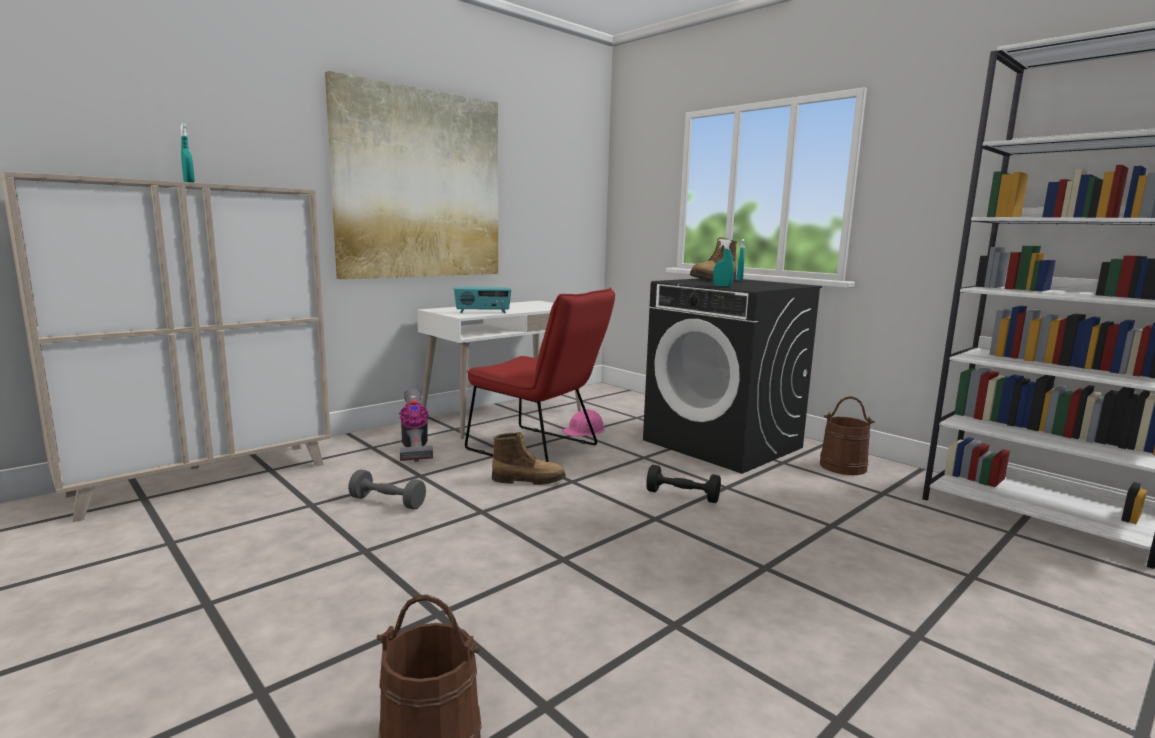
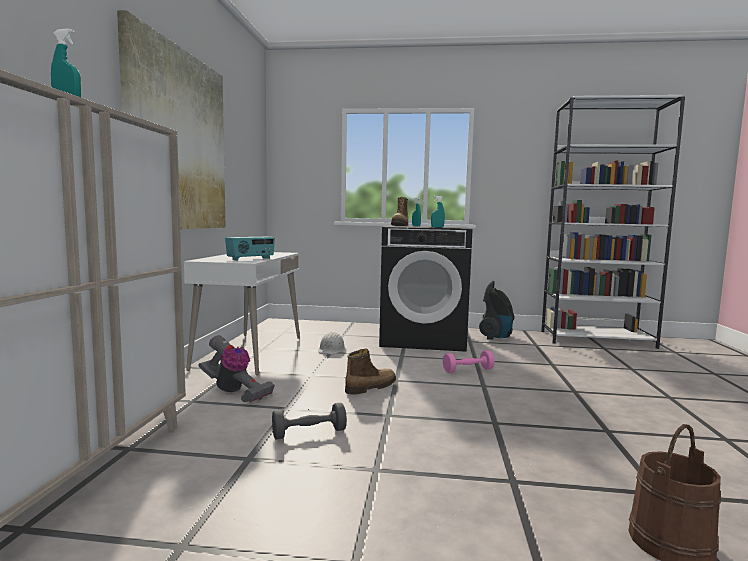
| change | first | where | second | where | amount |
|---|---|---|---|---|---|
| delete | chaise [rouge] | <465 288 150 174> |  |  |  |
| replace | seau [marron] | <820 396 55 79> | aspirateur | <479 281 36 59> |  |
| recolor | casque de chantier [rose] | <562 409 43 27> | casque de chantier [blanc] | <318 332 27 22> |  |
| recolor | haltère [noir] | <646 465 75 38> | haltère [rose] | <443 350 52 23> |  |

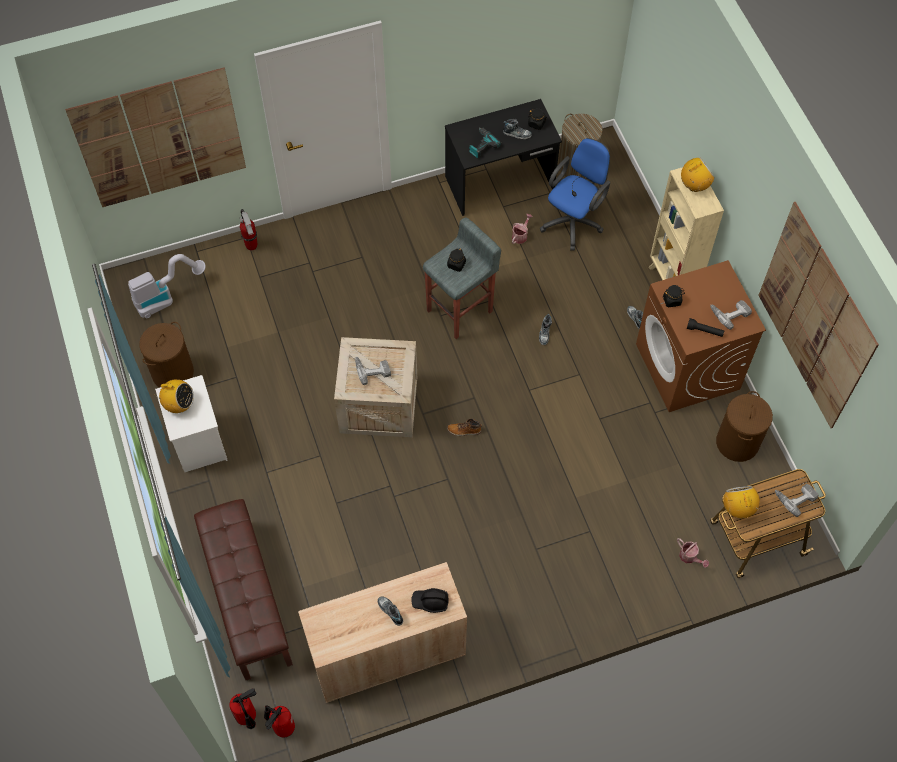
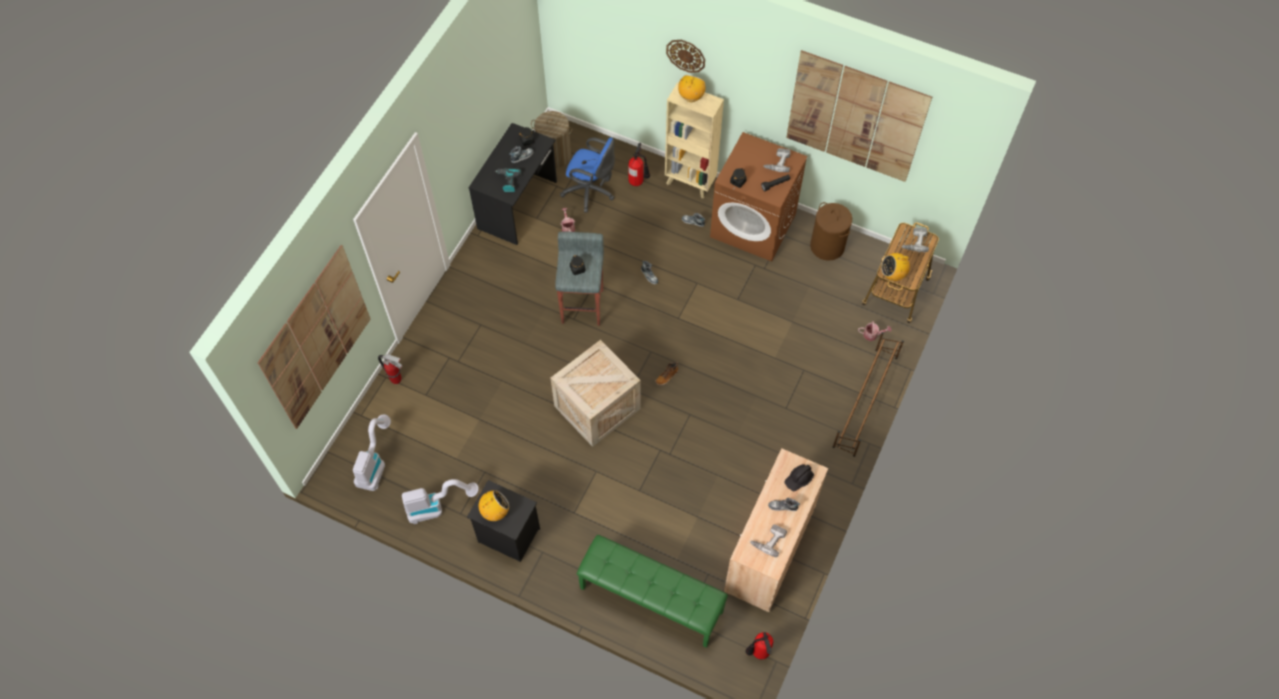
| change | first | where | second | where | amount |
|---|---|---|---|---|---|
| rotate | chaise de bureau [bleu] | <540 138 70 113> |  | <560 137 55 76> | 120 degrees clockwise |
| replace | panier à linge [marron] | <139 322 55 66> | aspirateur | <402 479 77 45> |  |
| move | perceuse | <355 357 36 28> |  | <750 525 37 32> |  |
| recolor | table de chevet [blanc] | <155 375 73 97> | table de chevet [noir] | <467 480 73 82> |  |
| rotate | radio | <723 486 37 33> |  | <881 253 29 28> | 45 degrees counterclockwise |
| recolor | banc [marron] | <194 499 99 181> | banc [vert] | <577 535 151 113> |  |
| move | extincteur | <229 688 27 41> |  | <628 143 22 43> |  |
| insert |  |  | horloge murale | <666 40 39 33> |  |
| insert |  |  | étagère à chaussures [marron] | <833 332 71 125> |  |

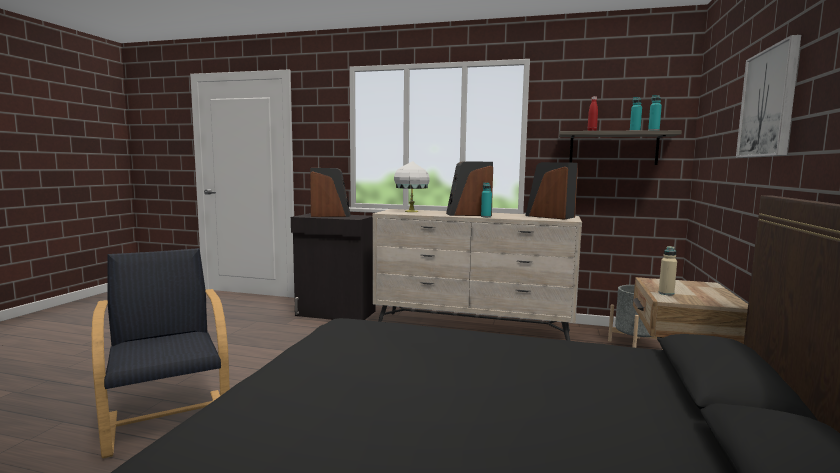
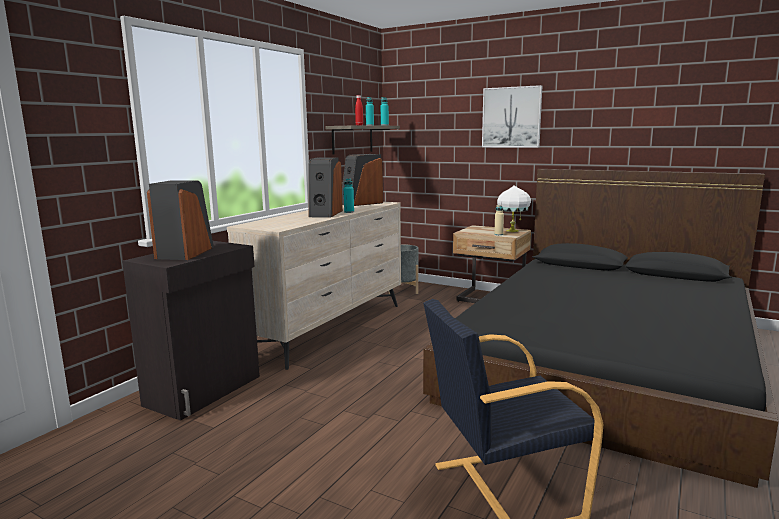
| change | first | where | second | where | amount |
|---|---|---|---|---|---|
| move | lampe de table [blanc] | <394 161 36 51> |  | <497 186 34 46> |  |

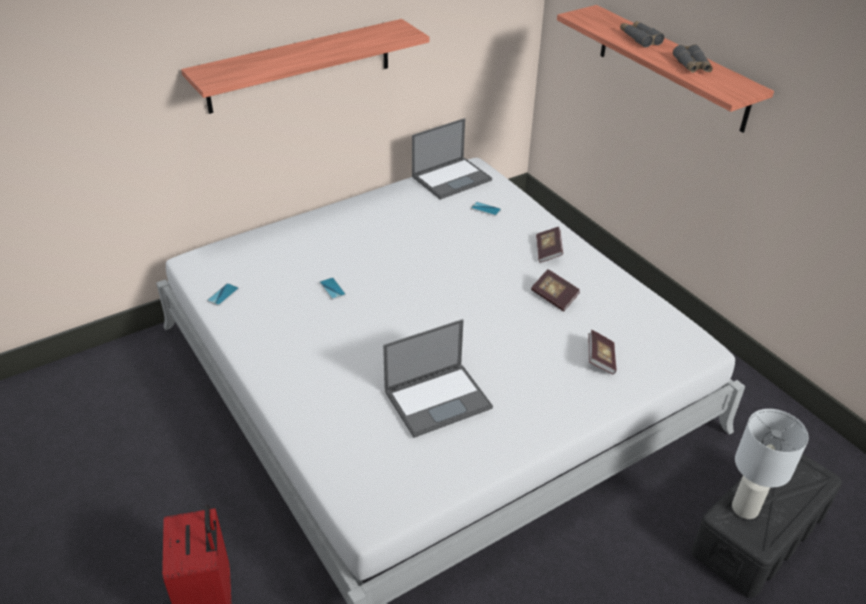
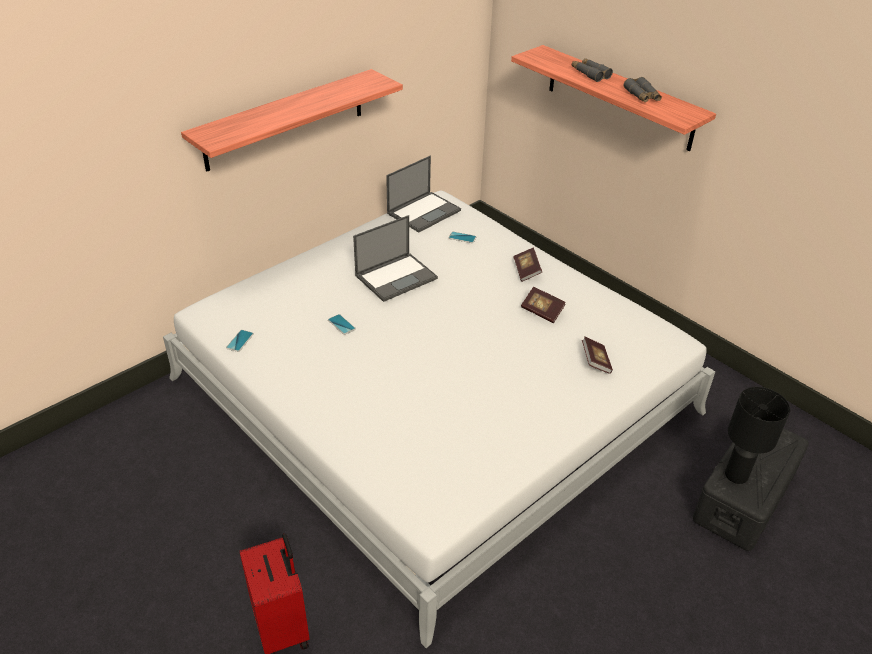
| change | first | where | second | where | amount |
|---|---|---|---|---|---|
| move | ordinateur portable | <383 319 110 119> |  | <353 215 85 87> |  |
| recolor | lampe de table [blanc] | <732 409 76 110> | lampe de table [noir] | <725 387 65 97> |  |

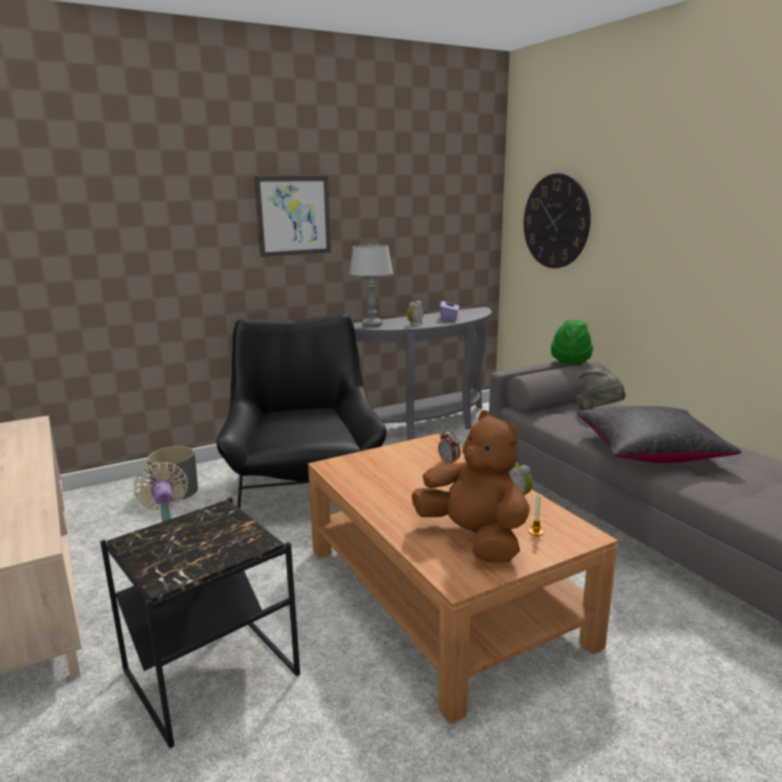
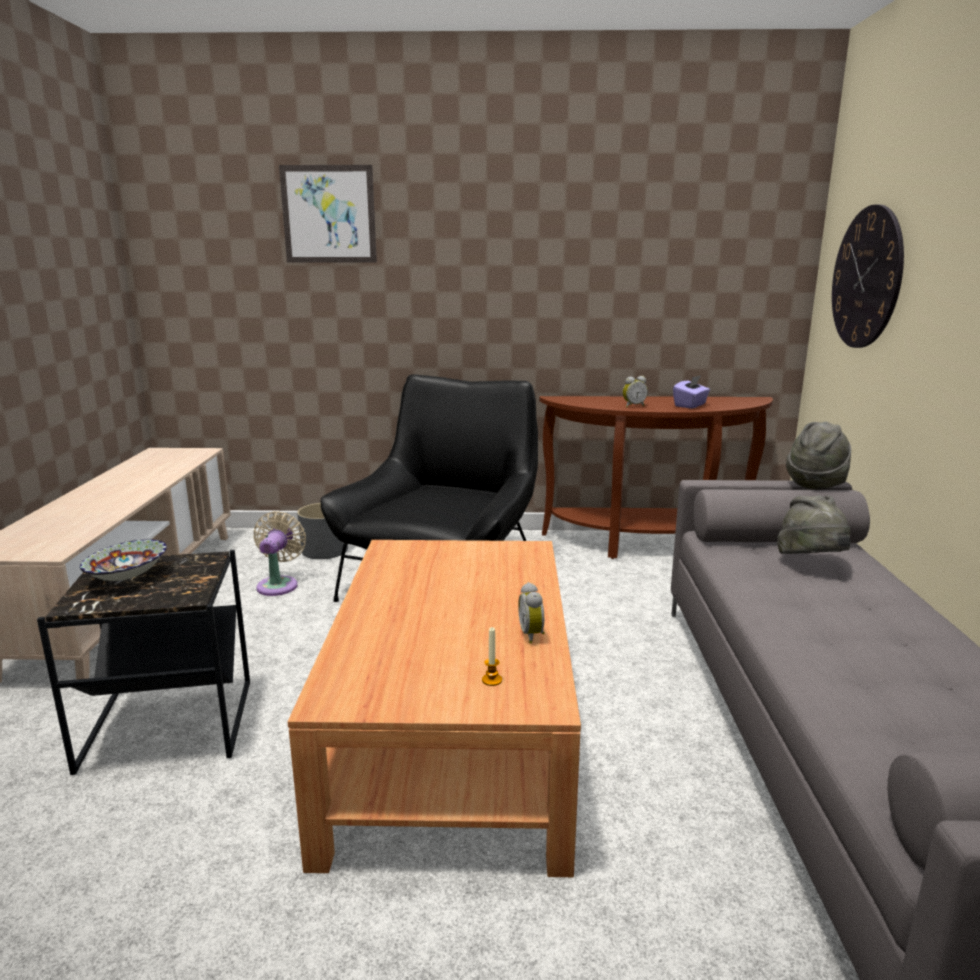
| change | first | where | second | where | amount |
|---|---|---|---|---|---|
| move | tableau | <254 176 77 81> |  | <279 165 98 98> |  |
| delete | lampe de table [gris] | <349 245 44 82> |  |  |  |
| recolor | table console [gris] | <353 307 139 134> | table console [marron] | <539 396 234 163> |  |
| recolor | chapeau [vert] | <551 319 42 46> | chapeau [gris] | <786 422 65 68> |  |
| delete | coussin [noir] | <578 406 164 57> |  |  |  |
| delete | peluche [marron] | <412 410 117 153> |  |  |  |
| delete | réveil | <438 430 23 35> |  |  |  |
| insert |  |  | bol | <80 539 87 42> |  |

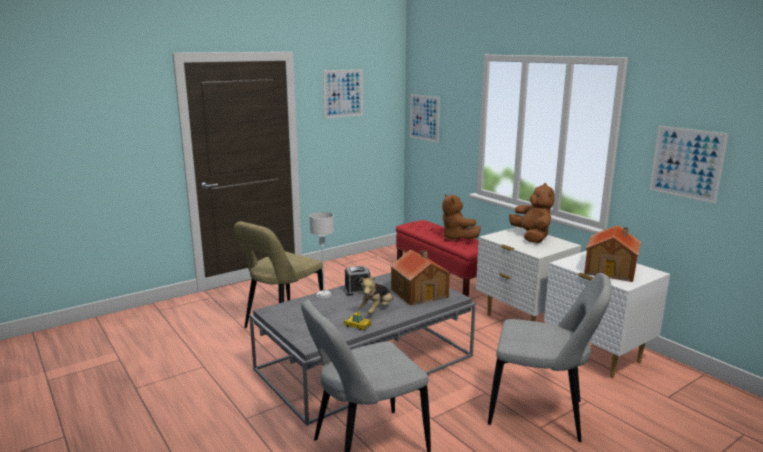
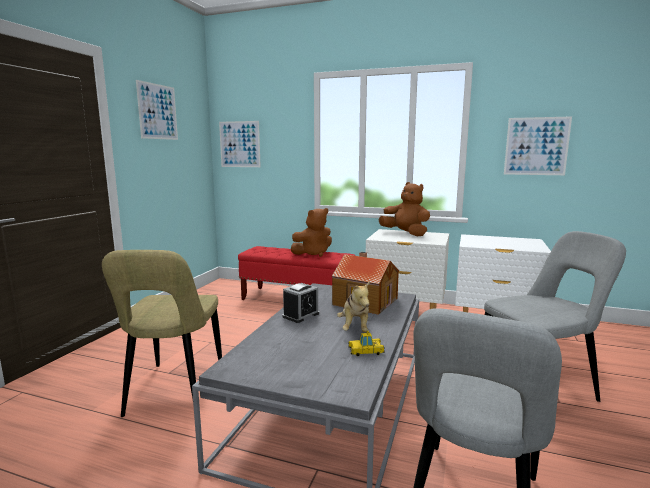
| change | first | where | second | where | amount |
|---|---|---|---|---|---|
| rotate | peluche [marron] | <442 194 39 47> |  | <291 208 41 49> | 60 degrees counterclockwise |
| delete | lampe de table [gris] | <309 212 25 86> |  |  |  |
| delete | maison miniature | <584 225 57 57> |  |  |  |

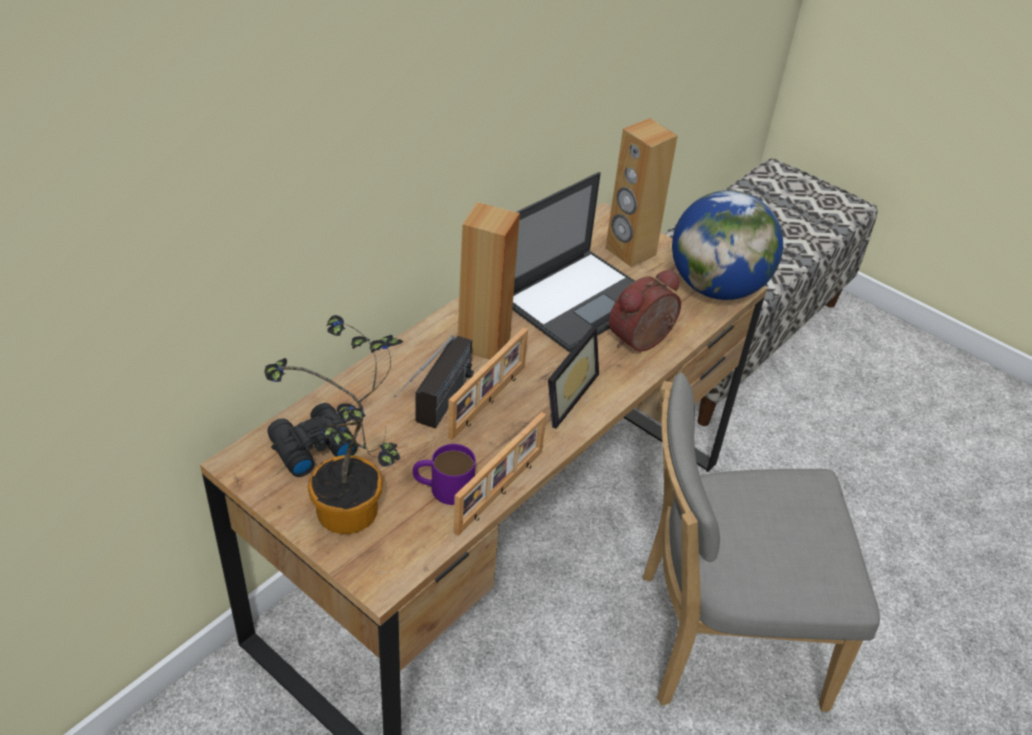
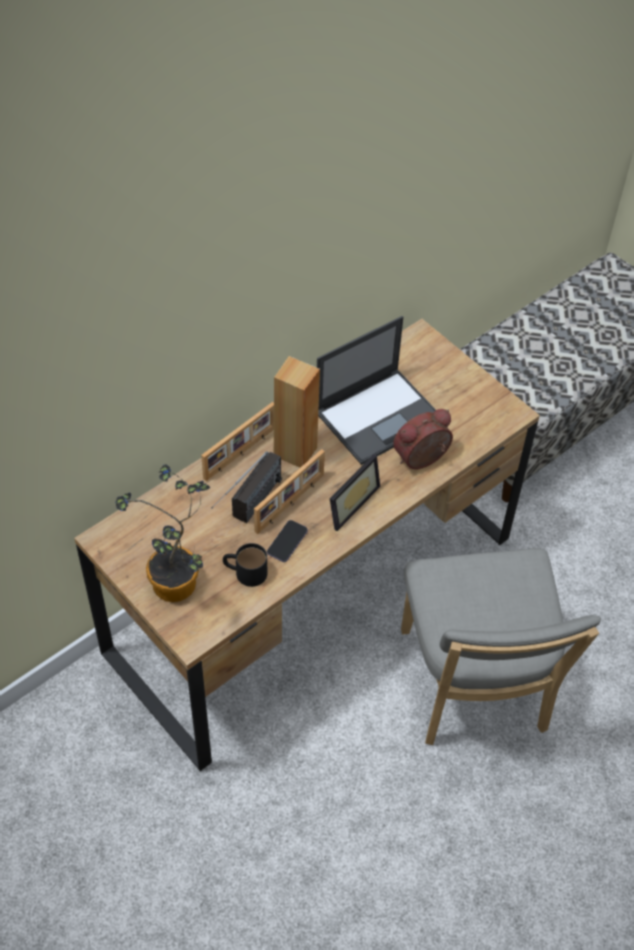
| change | first | where | second | where | amount |
|---|---|---|---|---|---|
| delete | enceinte [marron] | <605 118 73 149> |  |  |  |
| delete | globe | <672 190 111 110> |  |  |  |
| rotate | chaise [gris] | <643 373 237 339> |  | <401 548 200 197> | 105 degrees counterclockwise |
| delete | jumelles [noir] | <267 403 91 74> |  |  |  |
| move | cadre photo | <453 412 93 124> |  | <201 402 73 79> |  |
| recolor | mug [violet] | <413 444 63 61> | mug [noir] | <223 543 44 44> |  |
| insert |  |  | téléphone | <267 520 41 42> |  |

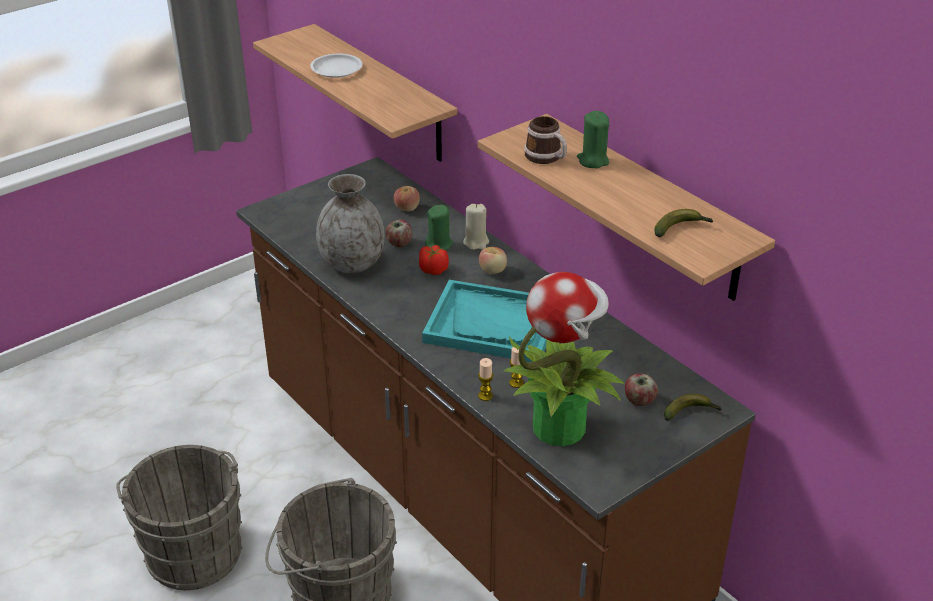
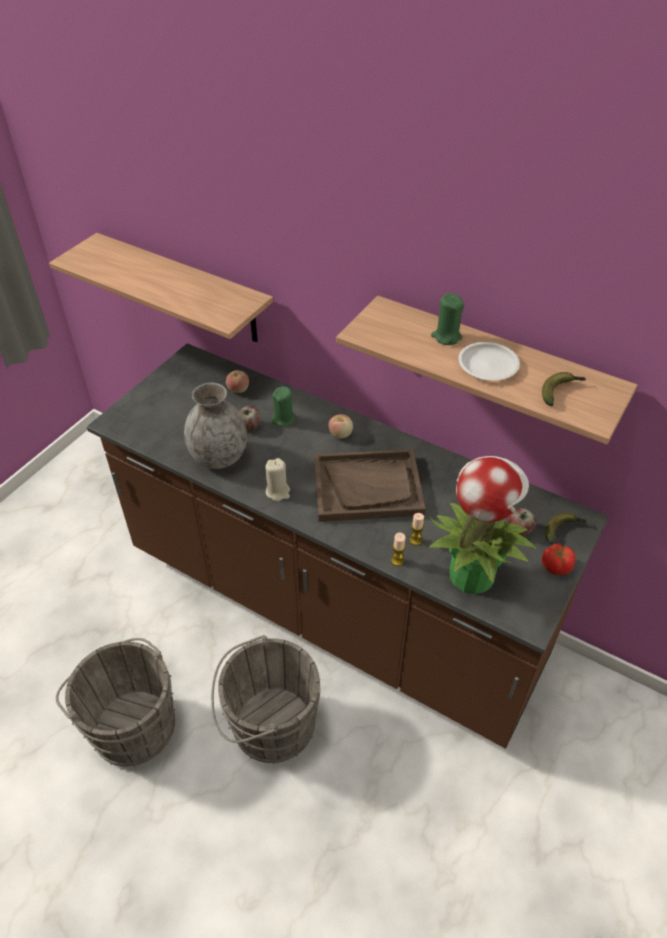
| change | first | where | second | where | amount |
|---|---|---|---|---|---|
| move | assiette [blanc] | <310 54 53 24> |  | <458 342 62 38> |  |
| delete | mug | <524 116 43 48> |  |  |  |
| move | bougie [beige] | <463 204 26 46> |  | <265 458 25 44> |  |
| move | tomate | <419 245 30 30> |  | <542 543 34 32> |  |
| recolor | plateau [turquoise] | <422 280 124 82> | plateau [marron] | <314 449 112 73> |  |

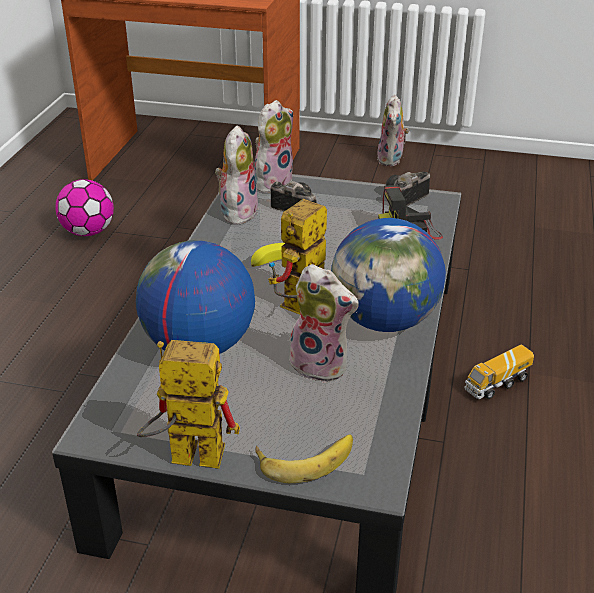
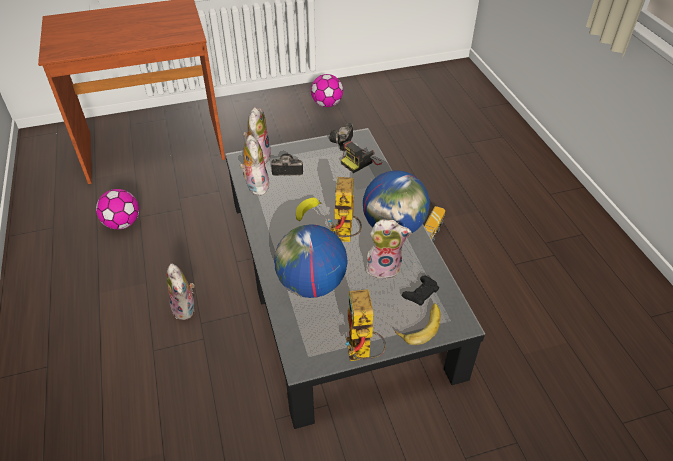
| change | first | where | second | where | amount |
|---|---|---|---|---|---|
| move | peluche | <377 94 32 72> |  | <166 264 29 56> |  |
| rotate | robot jouet | <137 340 103 129> |  | <345 289 41 72> | 75 degrees counterclockwise |
| insert |  |  | ballon de foot | <311 74 32 33> |  |
| insert |  |  | manette [noir] | <402 275 37 31> |  |

